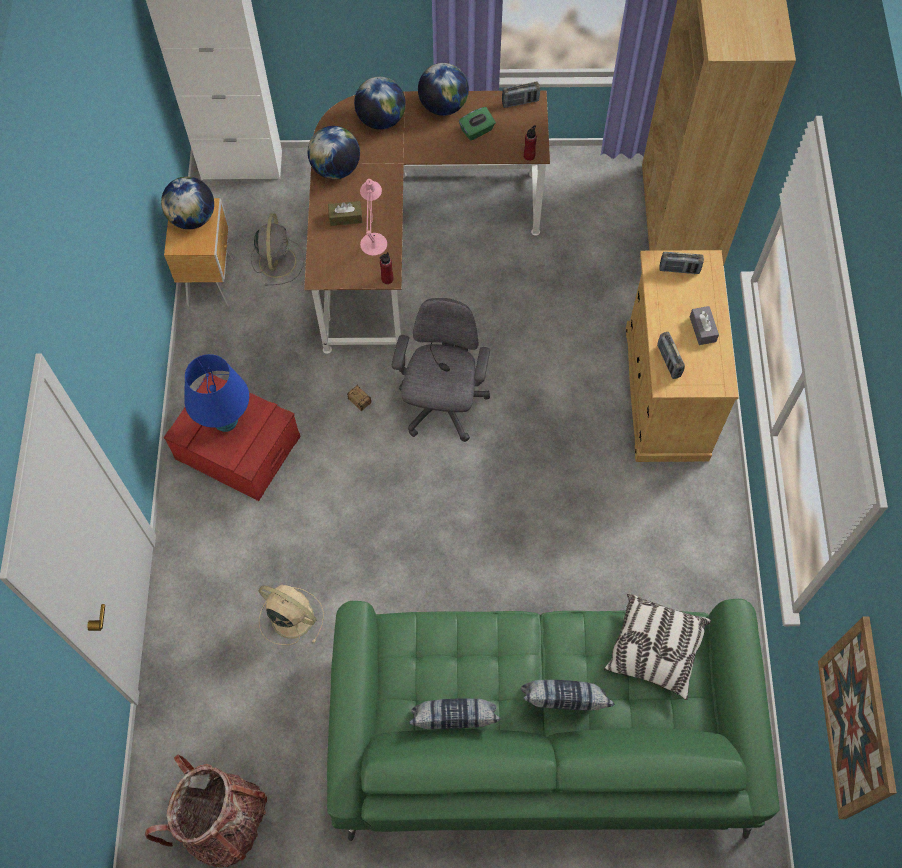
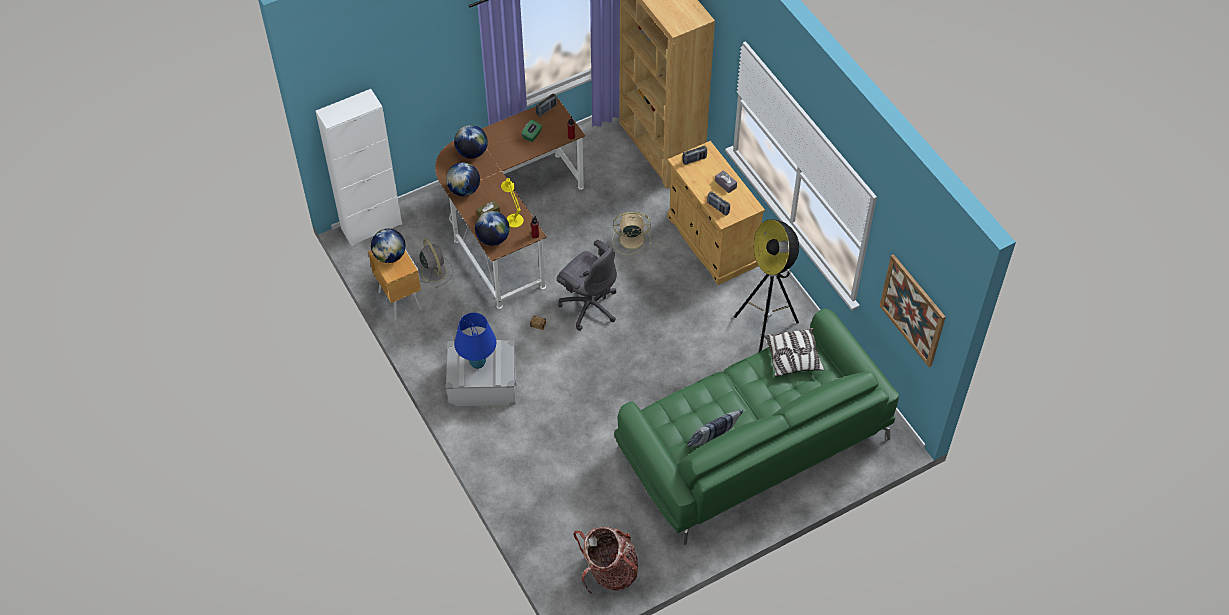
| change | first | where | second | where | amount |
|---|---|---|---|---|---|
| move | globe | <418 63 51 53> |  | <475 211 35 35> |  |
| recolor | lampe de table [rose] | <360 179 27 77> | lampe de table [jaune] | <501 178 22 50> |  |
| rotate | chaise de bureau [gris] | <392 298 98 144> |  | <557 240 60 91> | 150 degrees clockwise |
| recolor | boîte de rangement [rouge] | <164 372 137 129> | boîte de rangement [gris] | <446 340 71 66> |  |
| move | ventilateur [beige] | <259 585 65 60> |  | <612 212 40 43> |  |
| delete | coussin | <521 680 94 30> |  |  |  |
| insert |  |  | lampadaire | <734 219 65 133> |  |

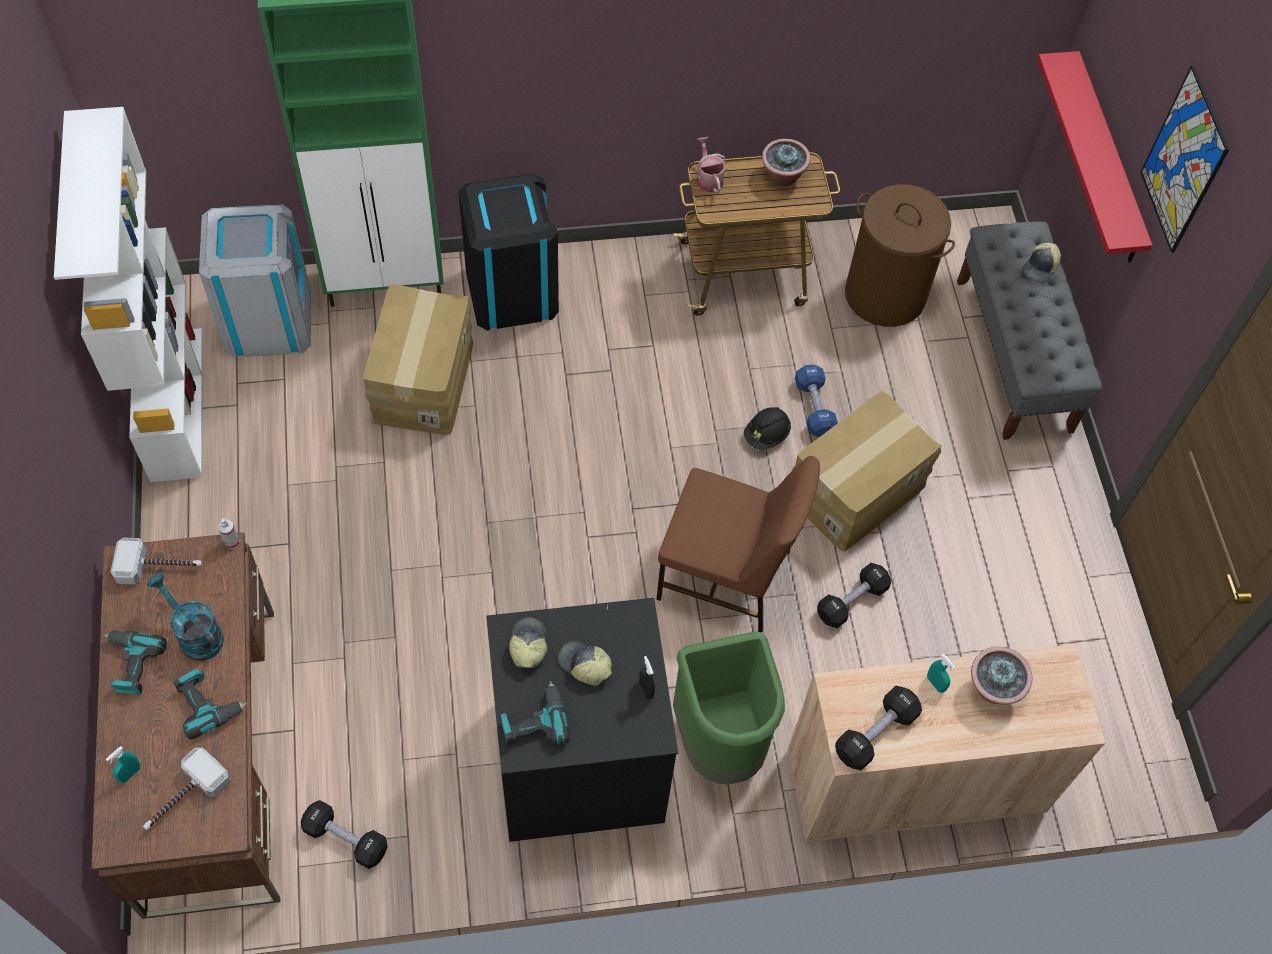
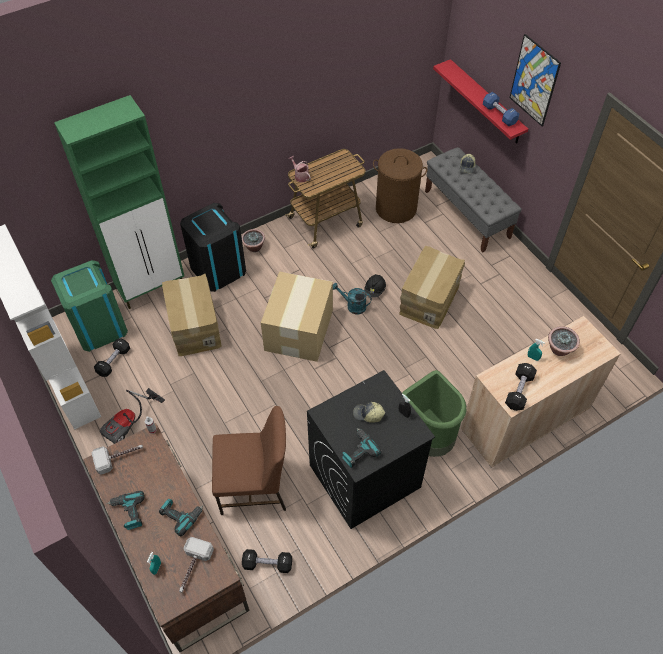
| change | first | where | second | where | amount |
|---|---|---|---|---|---|
| move | plante en pot | <762 139 49 47> |  | <241 229 24 23> |  |
| recolor | poubelle [gris] | <199 204 112 153> | poubelle [vert] | <51 260 77 92> |  |
| move | haltère [bleu] | <795 364 43 73> |  | <483 92 36 34> |  |
| move | chaise [marron] | <656 456 164 177> |  | <212 406 74 109> |  |
| move | haltère [noir] | <817 563 74 65> |  | <94 339 36 38> |  |
| move | arrosoir [turquoise] | <147 573 77 88> |  | <333 283 39 31> |  |
| delete | casquette | <509 618 38 50> |  |  |  |
| insert |  |  | carton | <261 271 72 91> |  |
| insert |  |  | aspirateur | <100 388 65 56> |  |

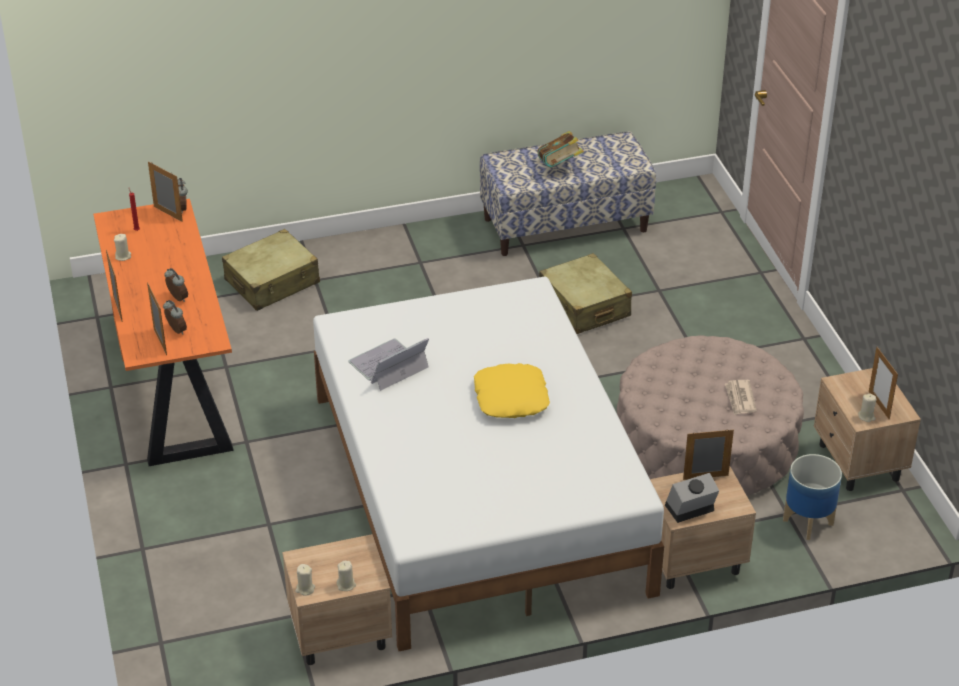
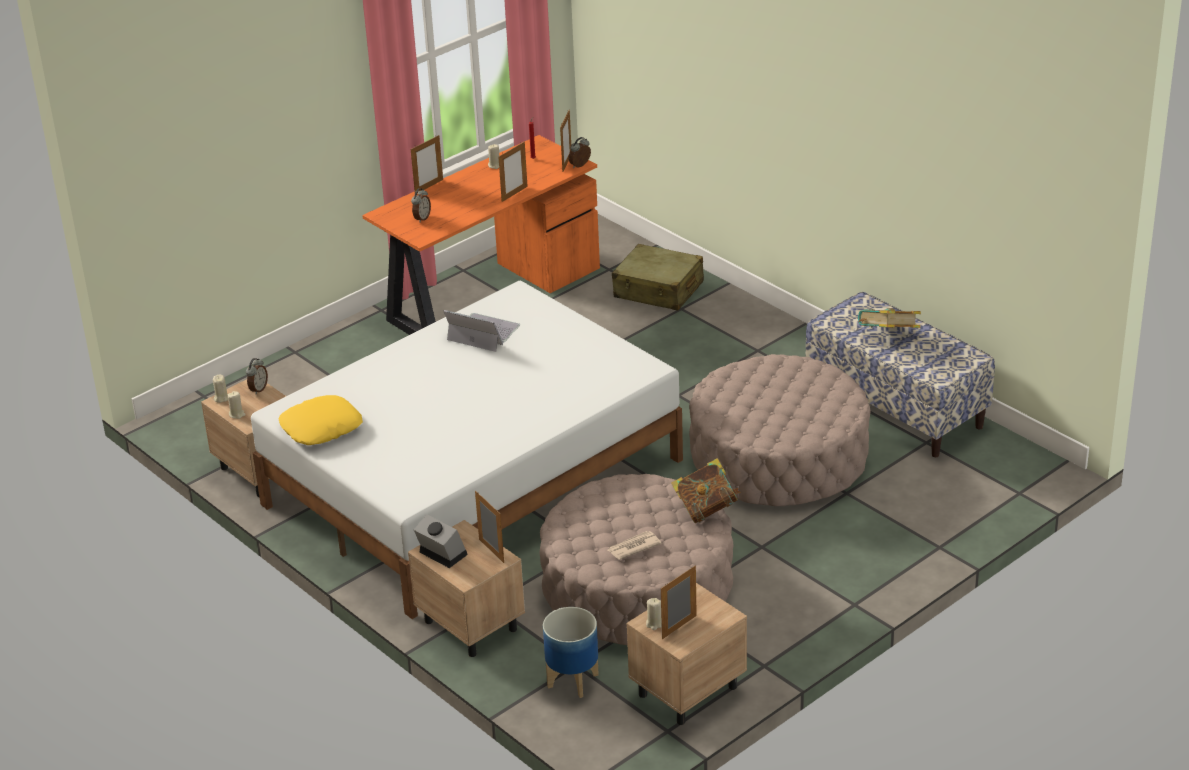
| change | first | where | second | where | amount |
|---|---|---|---|---|---|
| replace | valise [beige] | <539 253 93 81> | pouf [beige] | <689 354 181 152> |  |
| move | réveil | <164 268 24 34> |  | <246 358 22 37> |  |
| move | cadre photo | <147 282 20 73> |  | <499 142 29 60> |  |
| move | coussin [jaune] | <474 363 76 55> |  | <278 395 85 50> |  |
| insert |  |  | livre | <671 458 70 65> |  |

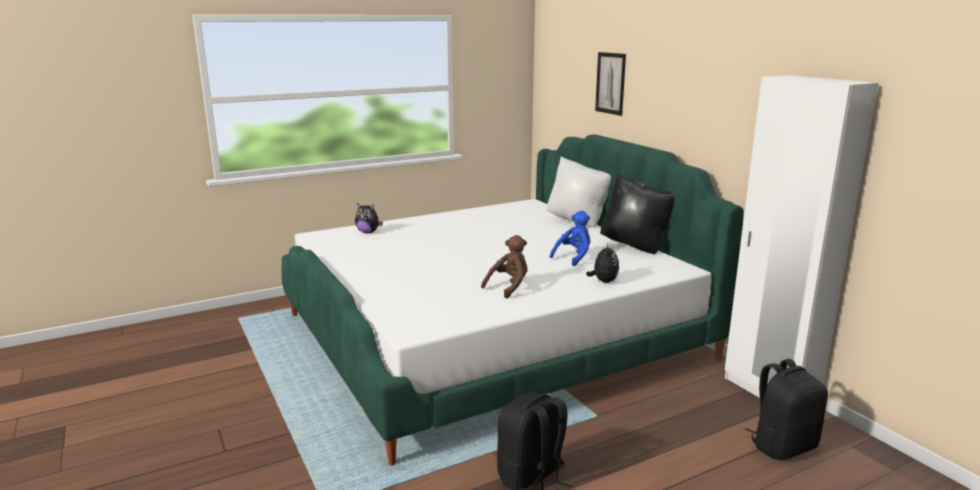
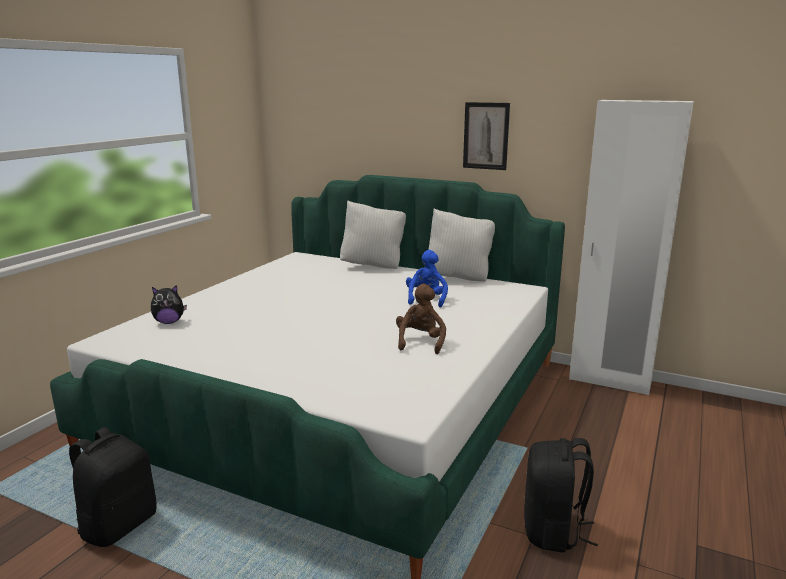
| change | first | where | second | where | amount |
|---|---|---|---|---|---|
| move | tableau | <595 52 31 64> |  | <463 102 47 68> |  |
| recolor | coussin [noir] | <600 173 74 81> | coussin [blanc] | <428 209 67 73> |  |
| delete | peluche | <586 244 33 39> |  |  |  |
| move | sac à dos [noir] | <745 359 83 101> |  | <69 427 88 120> |  |

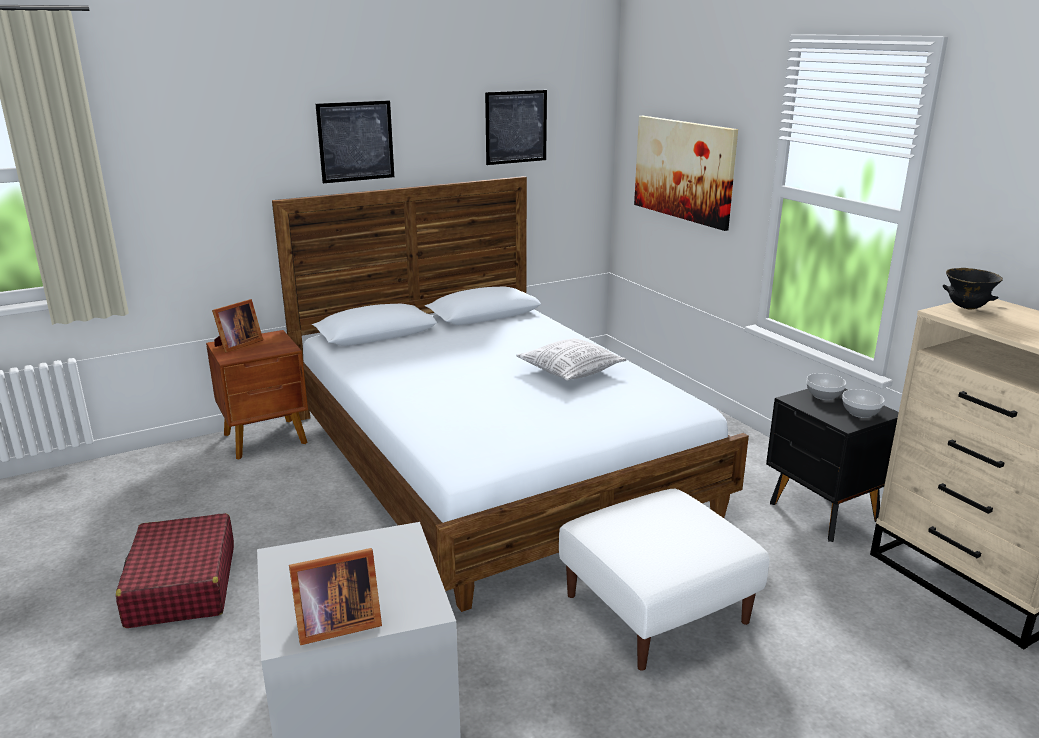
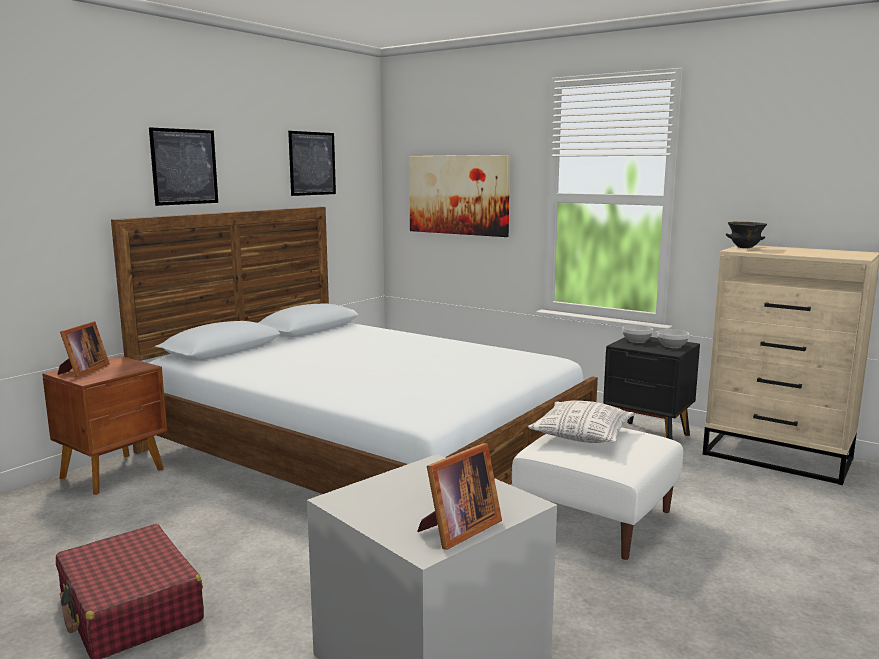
| change | first | where | second | where | amount |
|---|---|---|---|---|---|
| move | coussin | <516 338 111 43> |  | <528 400 107 43> |  |

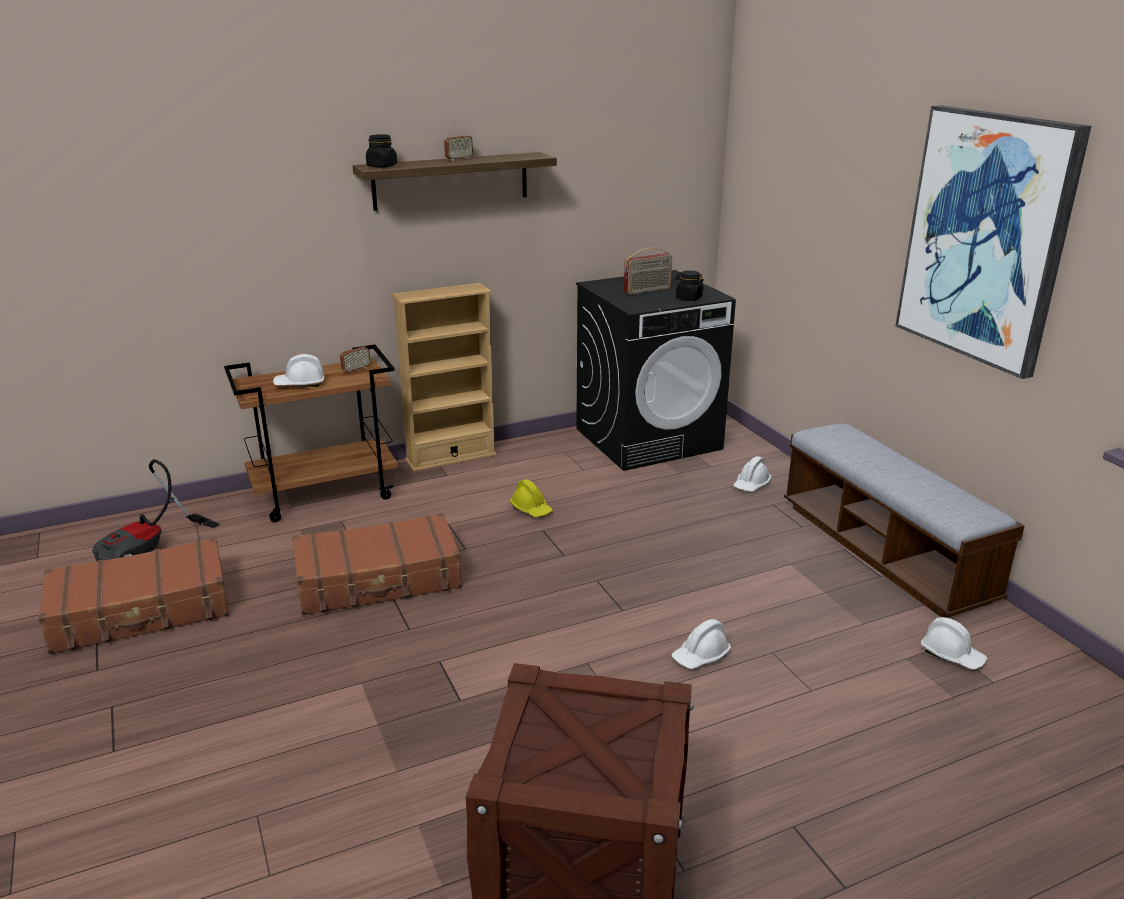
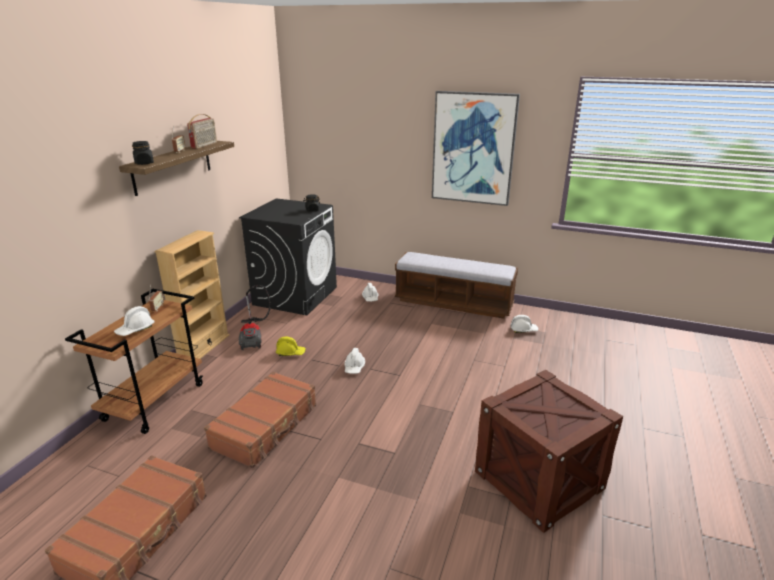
| change | first | where | second | where | amount |
|---|---|---|---|---|---|
| move | radio | <624 248 48 47> |  | <187 114 30 35> |  |
| move | aspirateur | <92 459 127 103> |  | <239 285 32 65> |  |
| move | casque de chantier [blanc] | <671 619 60 50> |  | <344 348 21 26> |  |

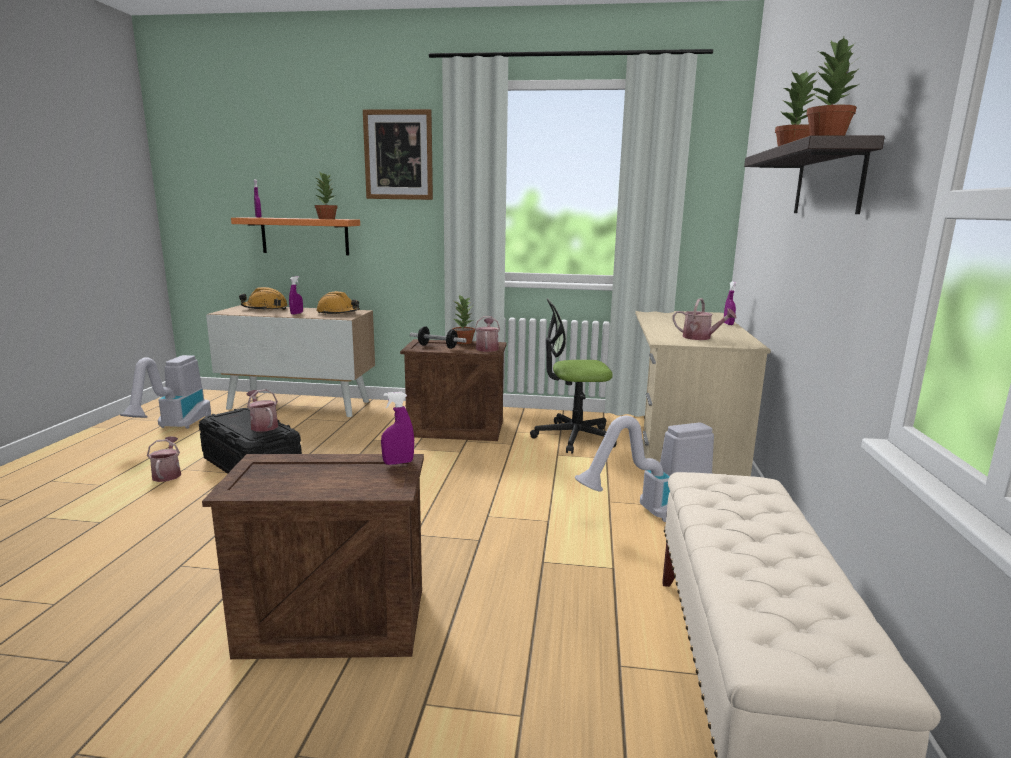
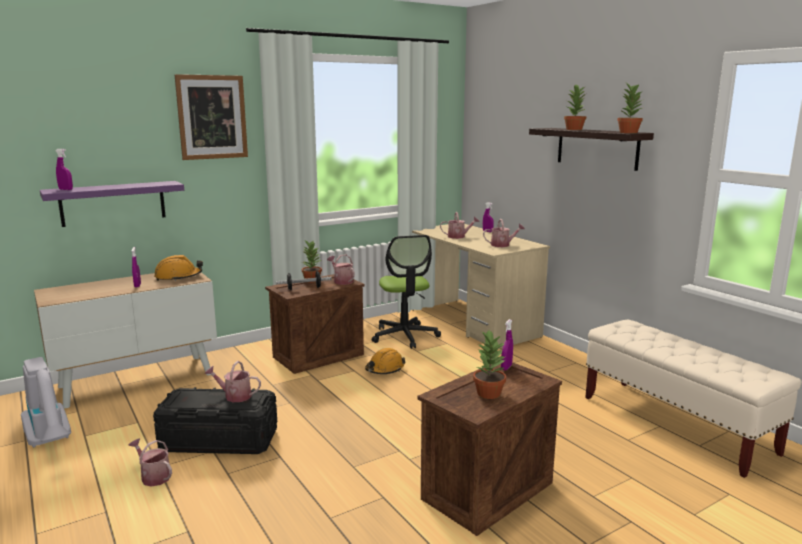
| change | first | where | second | where | amount |
|---|---|---|---|---|---|
| move | plante en pot | <315 172 23 47> |  | <473 330 33 69> |  |
| recolor | étagère [orange] | <231 217 129 38> | étagère [violet] | <40 181 144 46> |  |
| move | casque de chantier [orange] | <239 287 49 23> |  | <365 348 40 26> |  |
| rotate | chaise de bureau | <530 298 87 156> |  | <372 235 69 114> | 60 degrees counterclockwise |
| delete | aspirateur | <575 416 139 106> |  |  |  |
| insert |  |  | arrosoir | <440 212 40 27> |  |

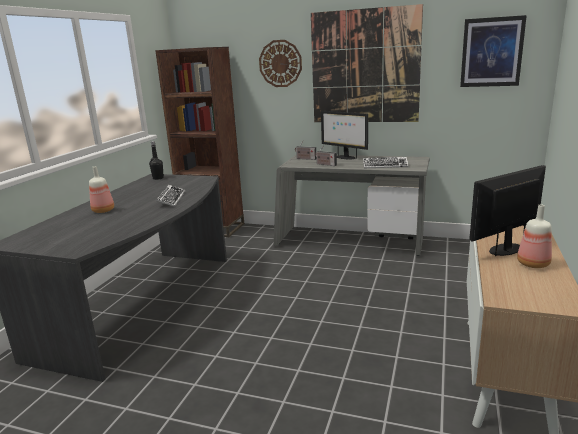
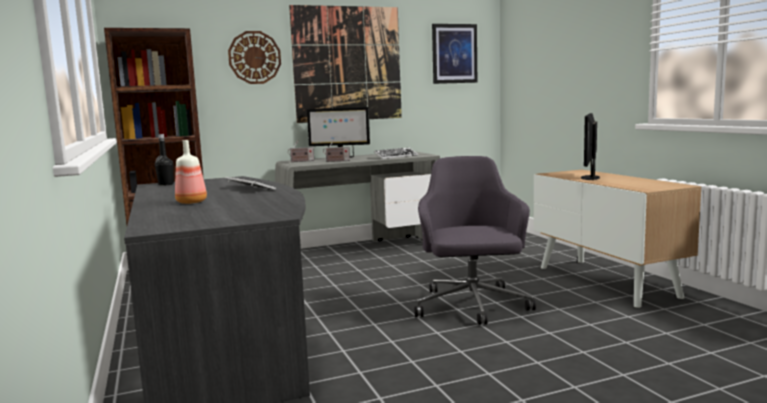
| change | first | where | second | where | amount |
|---|---|---|---|---|---|
| delete | bouteille | <517 205 35 63> |  |  |  |
| insert |  |  | chaise de bureau [gris] | <414 156 122 169> |  |

